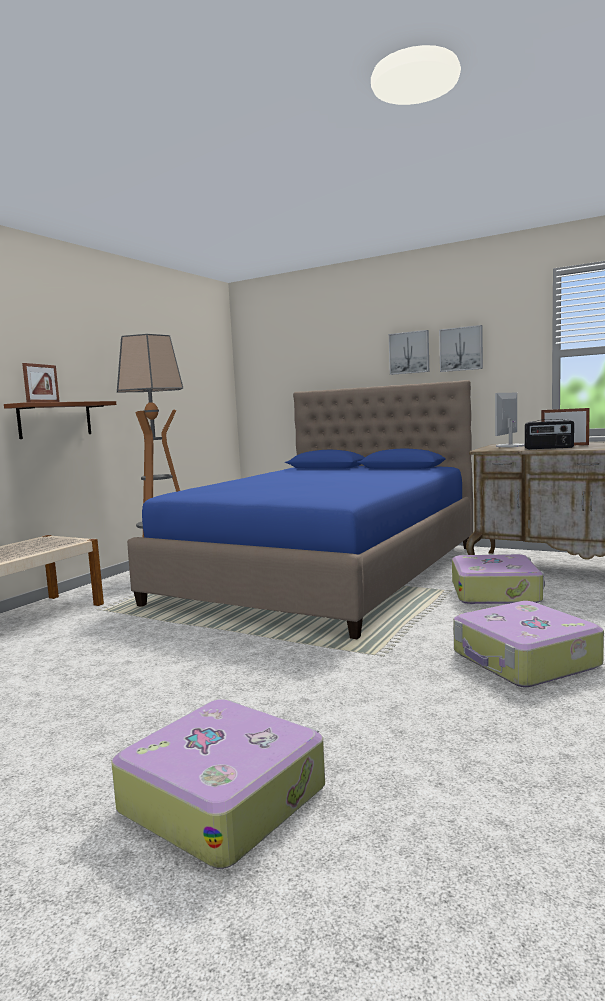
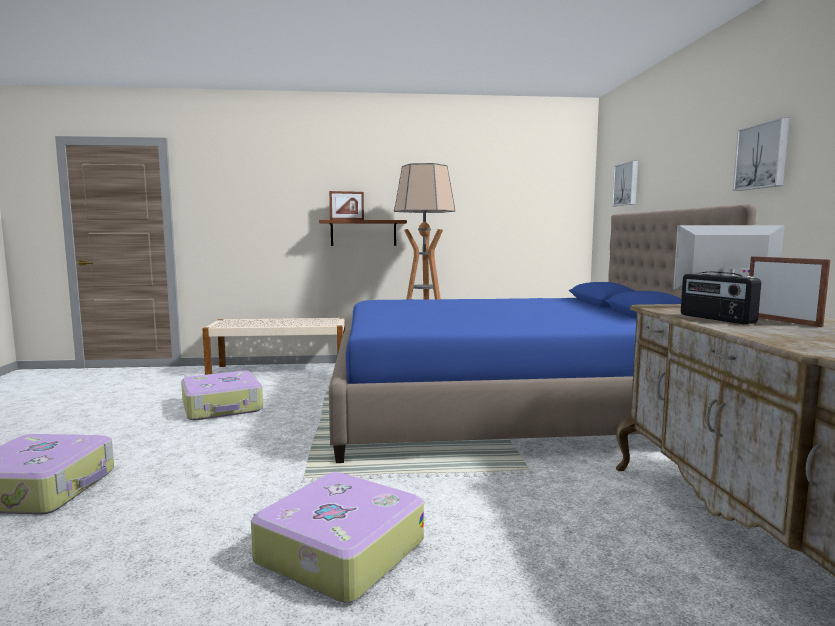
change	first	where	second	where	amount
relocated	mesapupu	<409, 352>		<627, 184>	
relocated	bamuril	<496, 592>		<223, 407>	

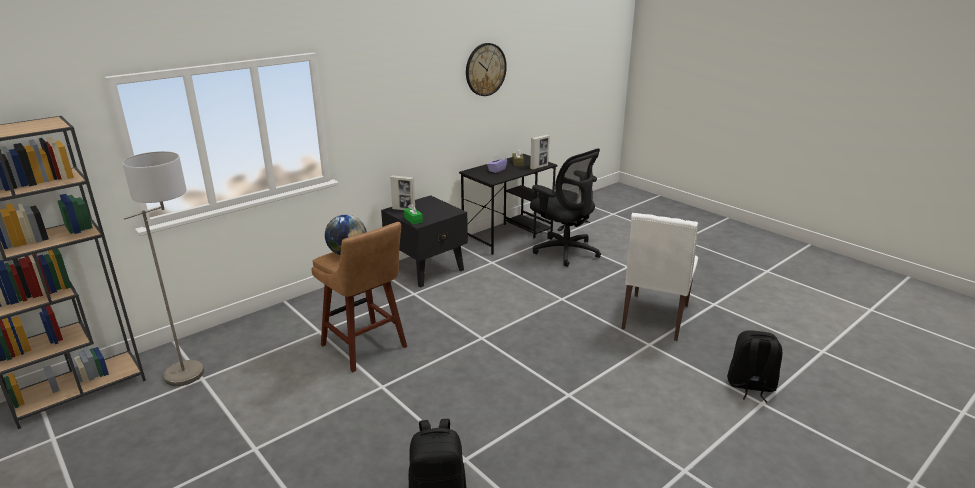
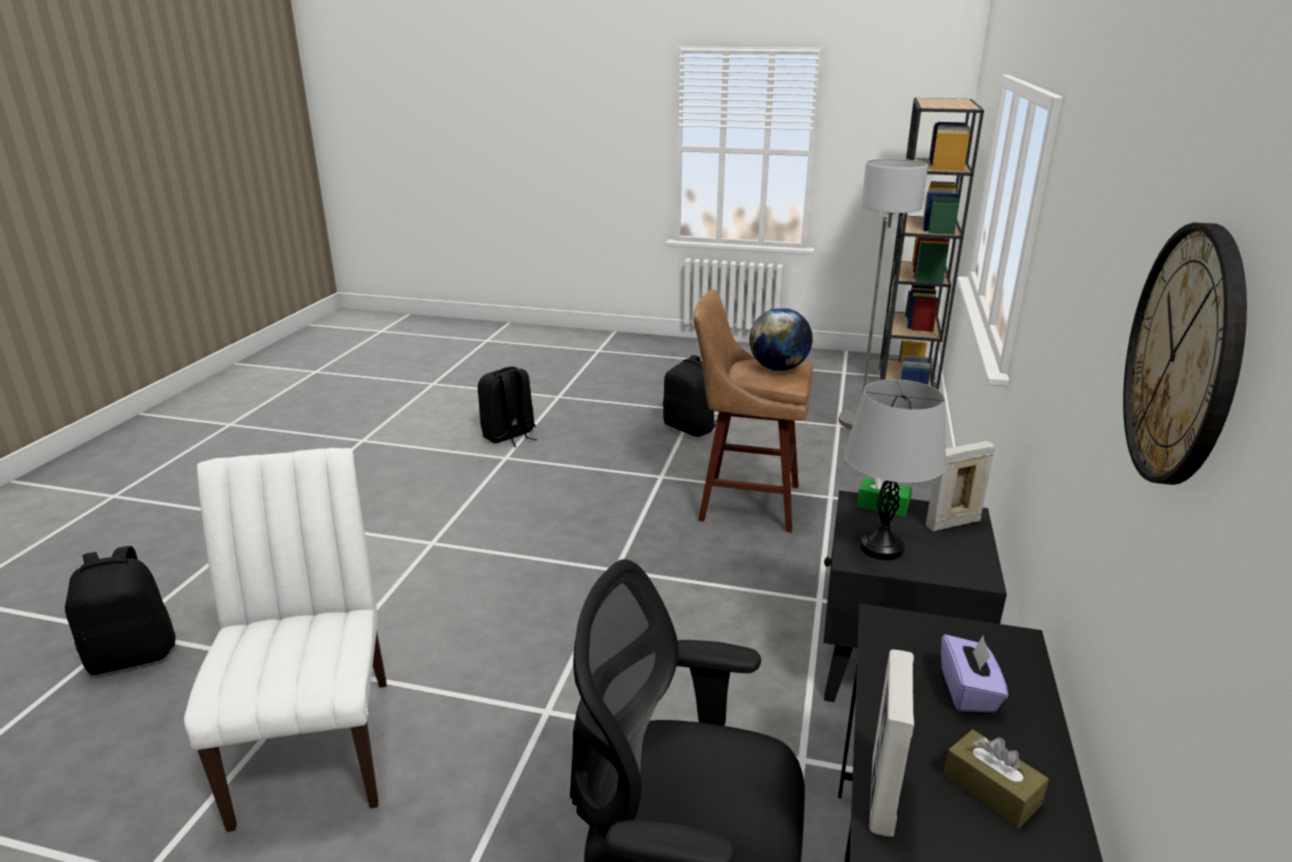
change	first	where	second	where	amount
appeared			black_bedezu	<690, 428>	
appeared			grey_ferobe	<881, 548>	

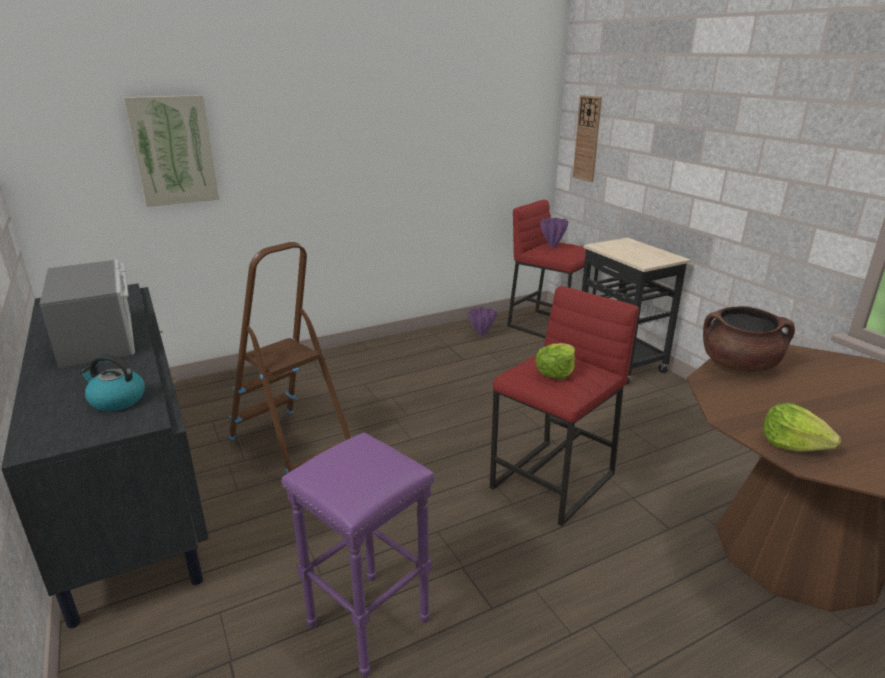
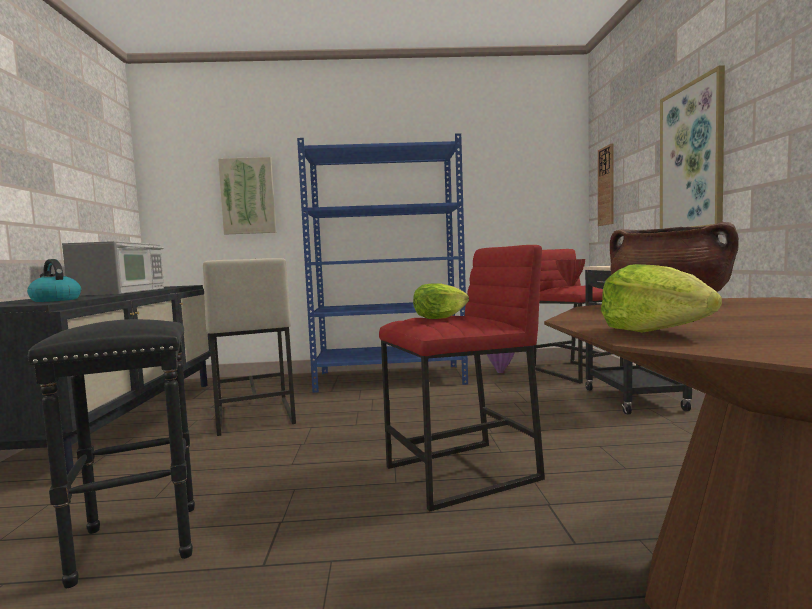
change	first	where	second	where	amount
exchanged	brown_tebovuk	<290, 446>	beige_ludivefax	<254, 416>	
colour	purple_ludivefax	<368, 619>	black_ludivefax	<140, 540>	
colour	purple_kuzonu	<552, 246>	red_kuzonu	<571, 285>	
appeared			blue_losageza	<390, 378>	
appeared			mesapupu	<692, 158>	

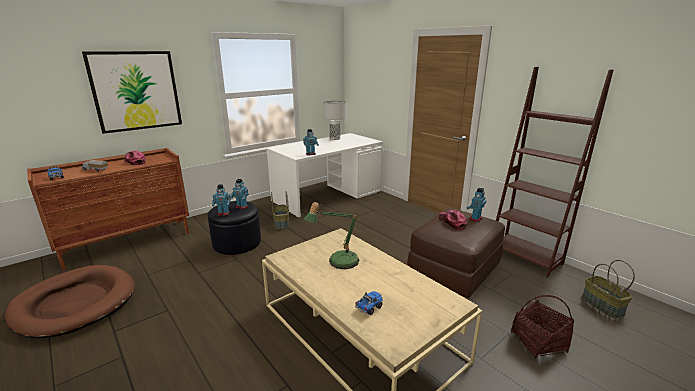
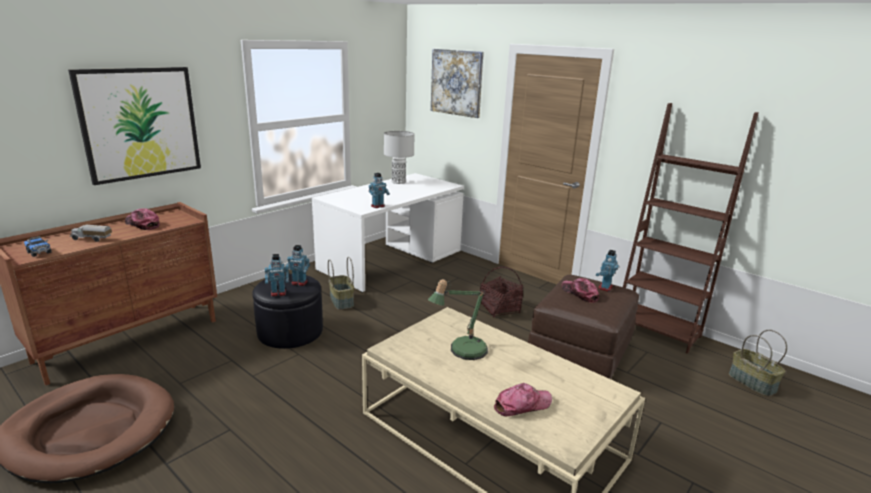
change	first	where	second	where	amount
exchanged	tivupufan	<369, 308>	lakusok	<522, 405>	
relocated	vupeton	<538, 342>		<499, 309>	
appeared			mesapupu	<456, 82>	

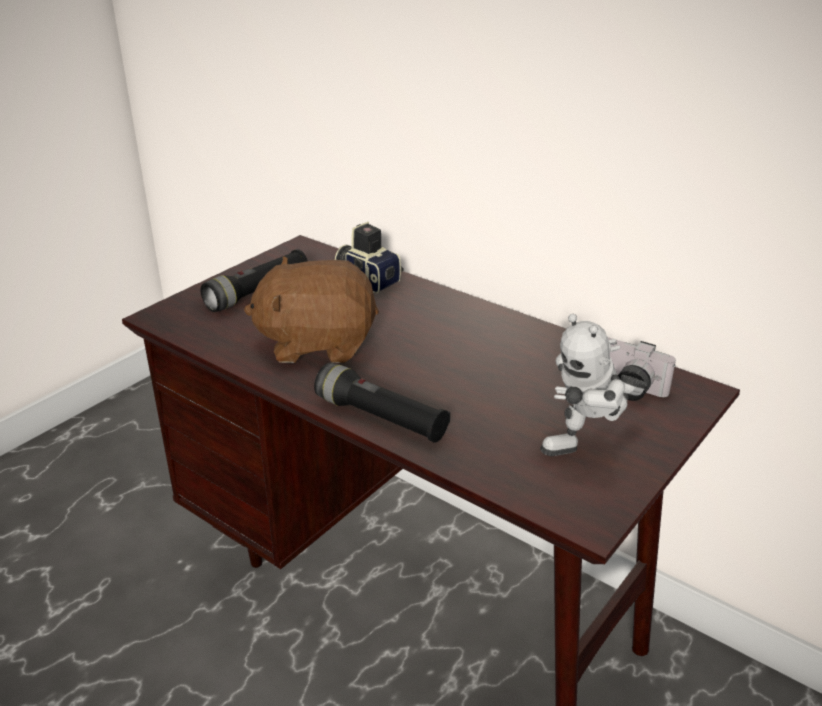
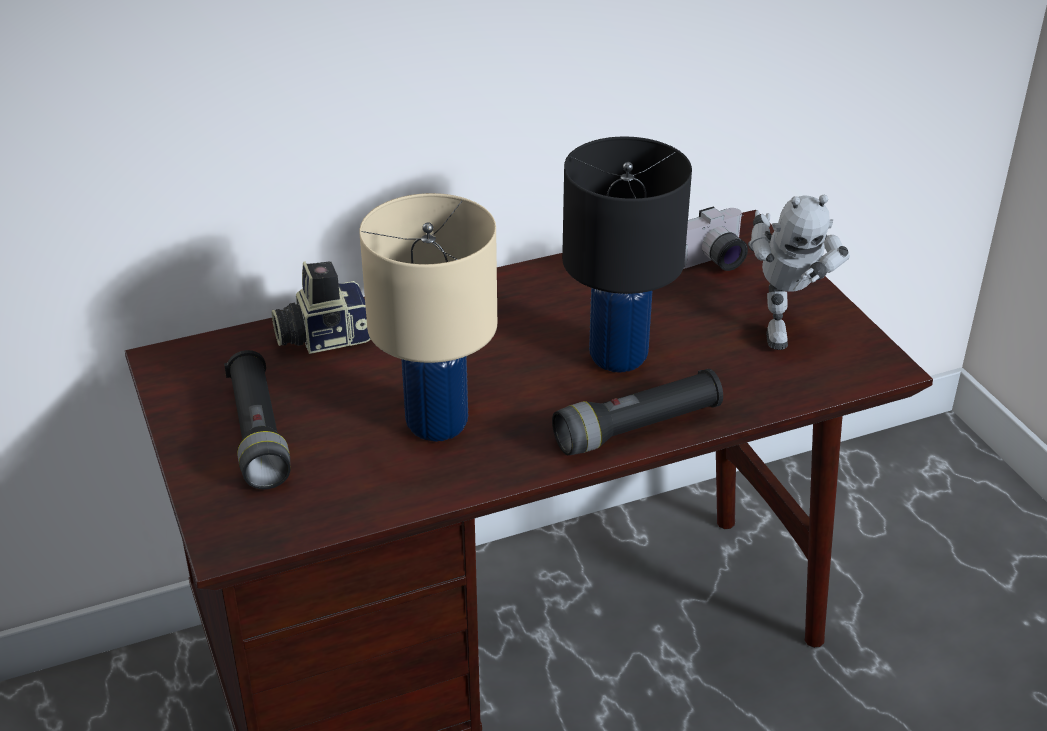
change	first	where	second	where	amount
exchanged	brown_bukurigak	<317, 343>	beige_ferobe	<440, 424>	
appeared			black_ferobe	<616, 359>	

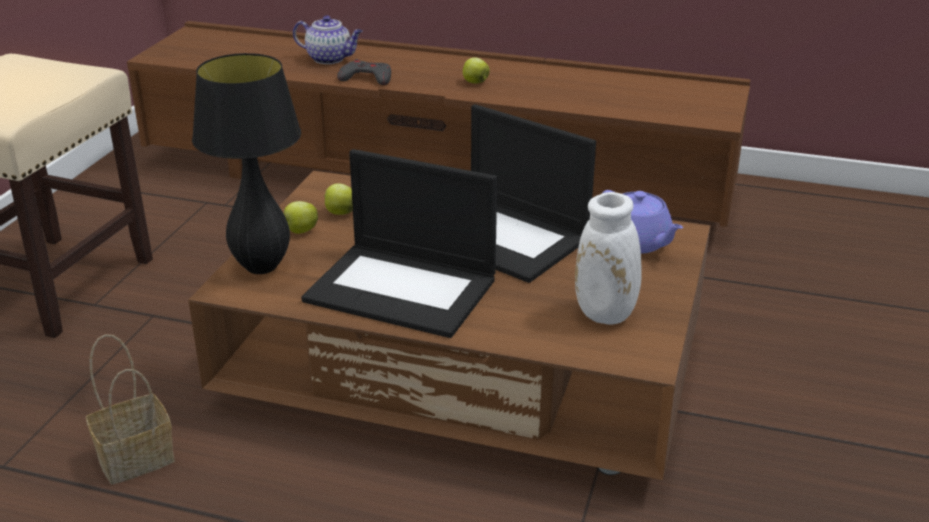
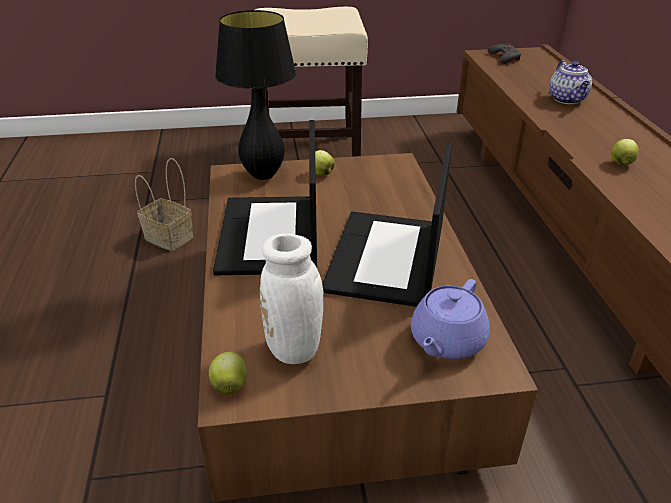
change	first	where	second	where	amount
relocated	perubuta	<340, 213>		<229, 385>	
relocated	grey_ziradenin	<366, 78>		<504, 57>	

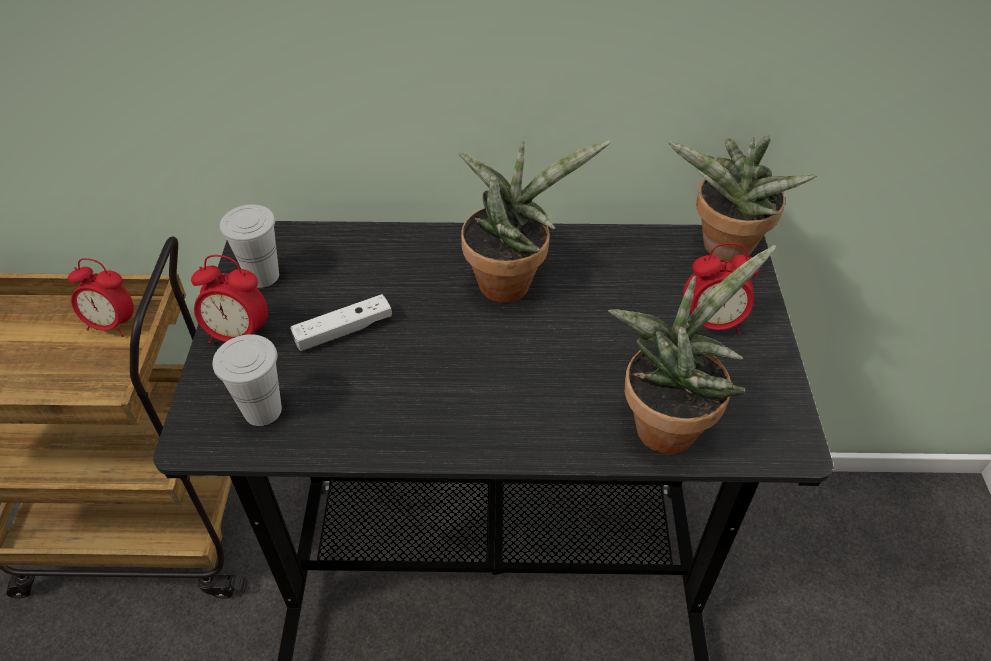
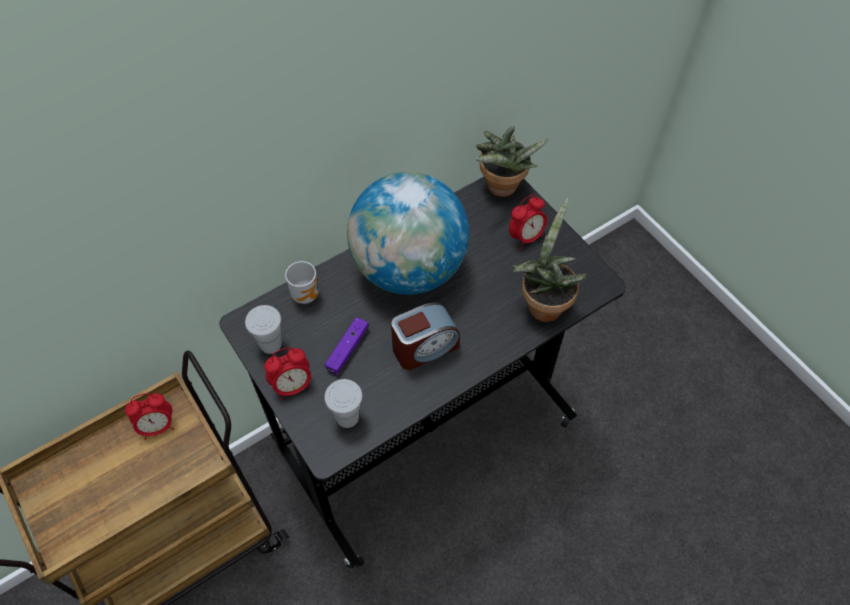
change	first	where	second	where	amount
colour	white_ziradenin	<343, 330>	purple_ziradenin	<347, 349>	
exchanged	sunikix	<510, 280>	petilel	<409, 268>	
appeared			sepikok	<307, 293>	
appeared			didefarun	<424, 347>	

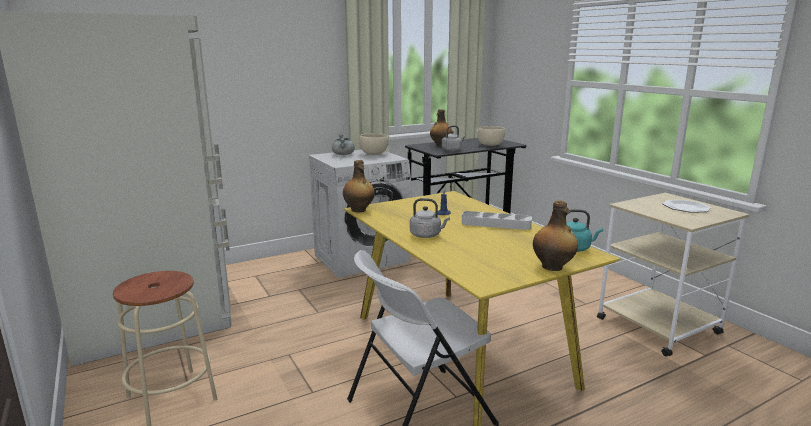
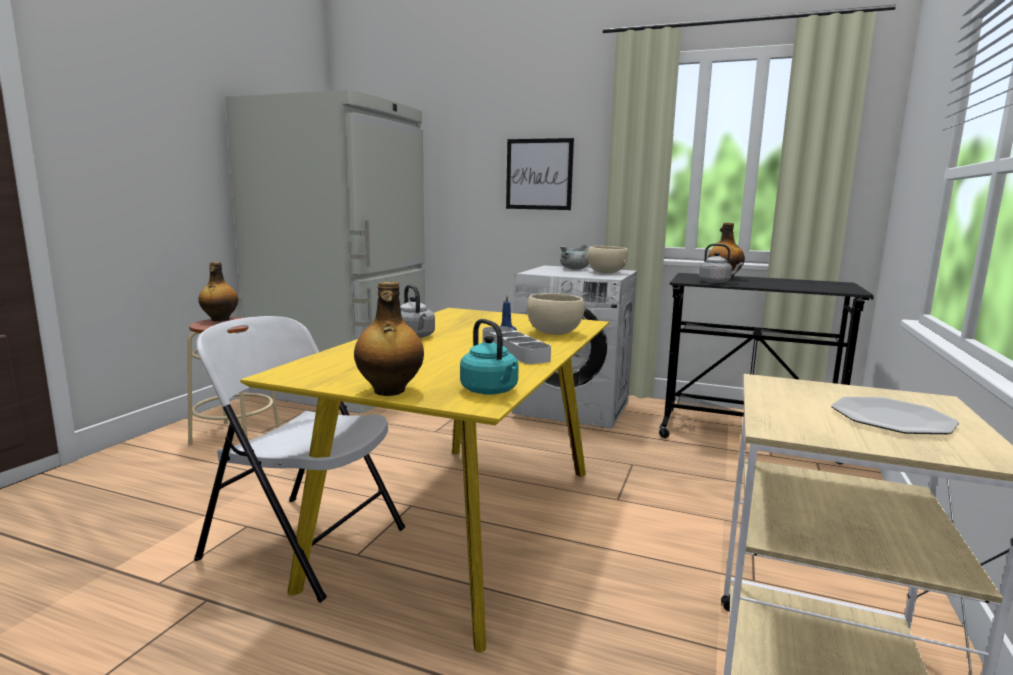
change	first	where	second	where	amount
relocated	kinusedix	<359, 210>		<219, 320>	
relocated	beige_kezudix	<490, 145>		<554, 333>	
appeared			mesapupu	<539, 174>	

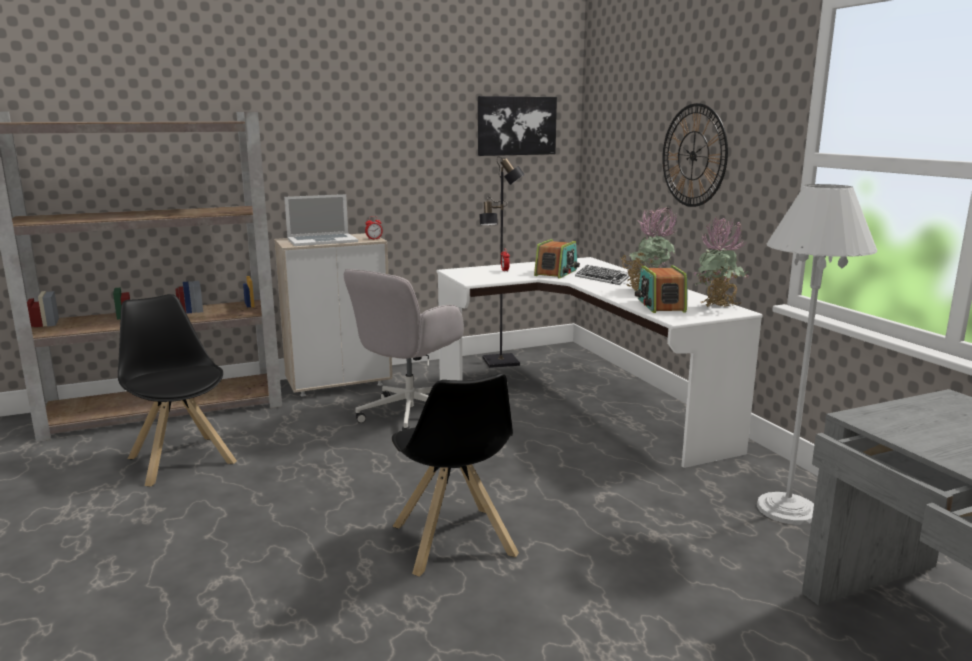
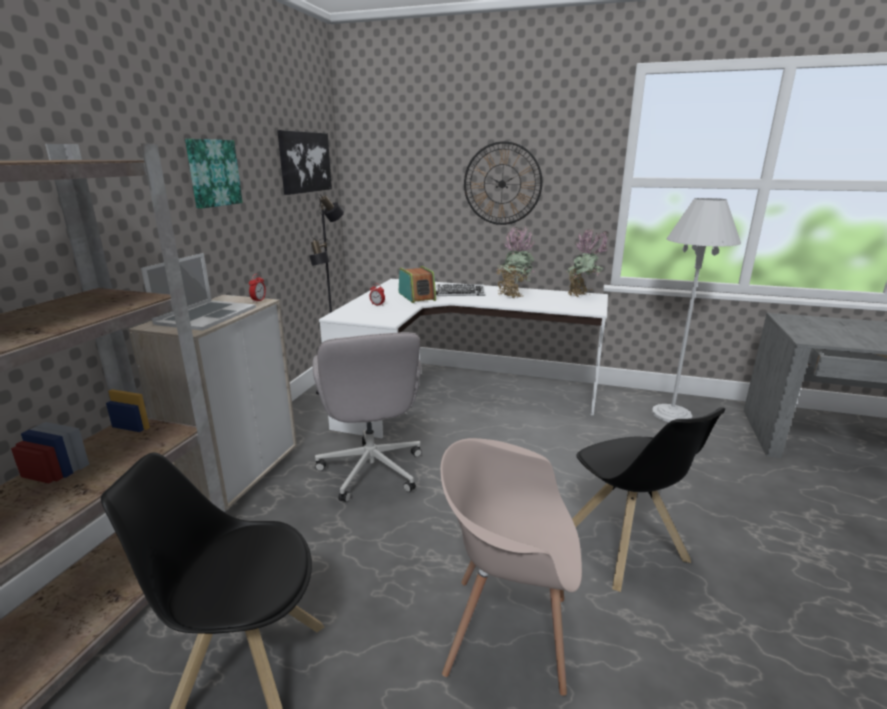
change	first	where	second	where	amount
spun	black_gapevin	<454, 542>		<625, 549>	45 degrees clockwise
missing	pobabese	<660, 305>			
appeared			mesapupu	<213, 173>	
appeared			beige_gapevin	<505, 633>	

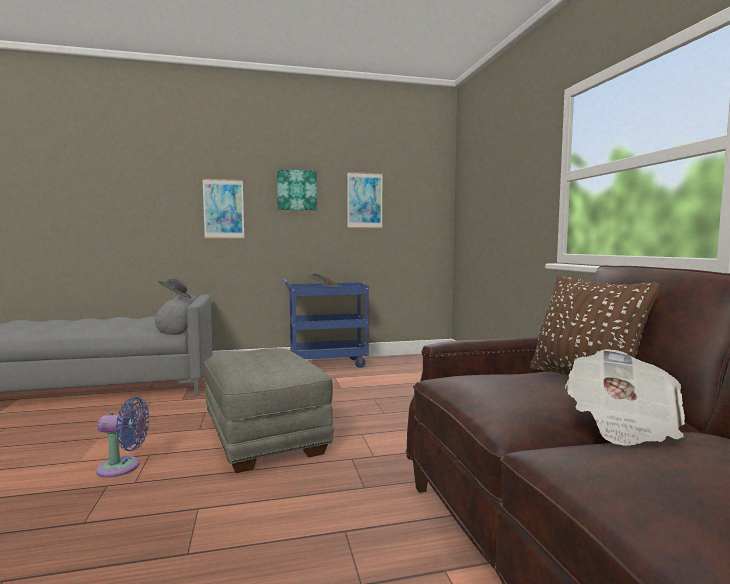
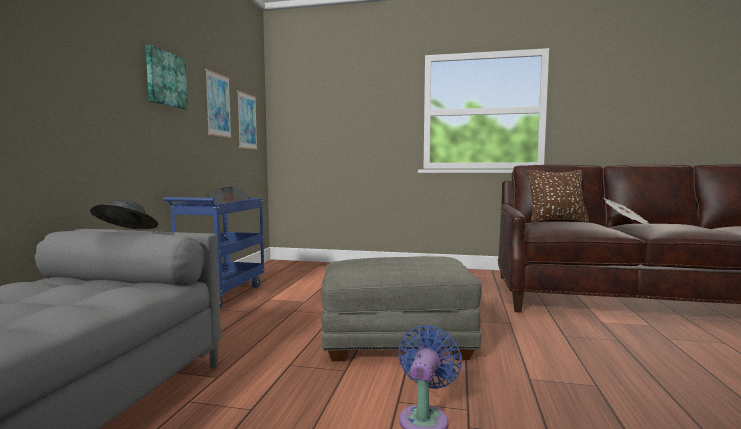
change	first	where	second	where	amount
relocated	mesapupu	<223, 209>		<247, 121>	

